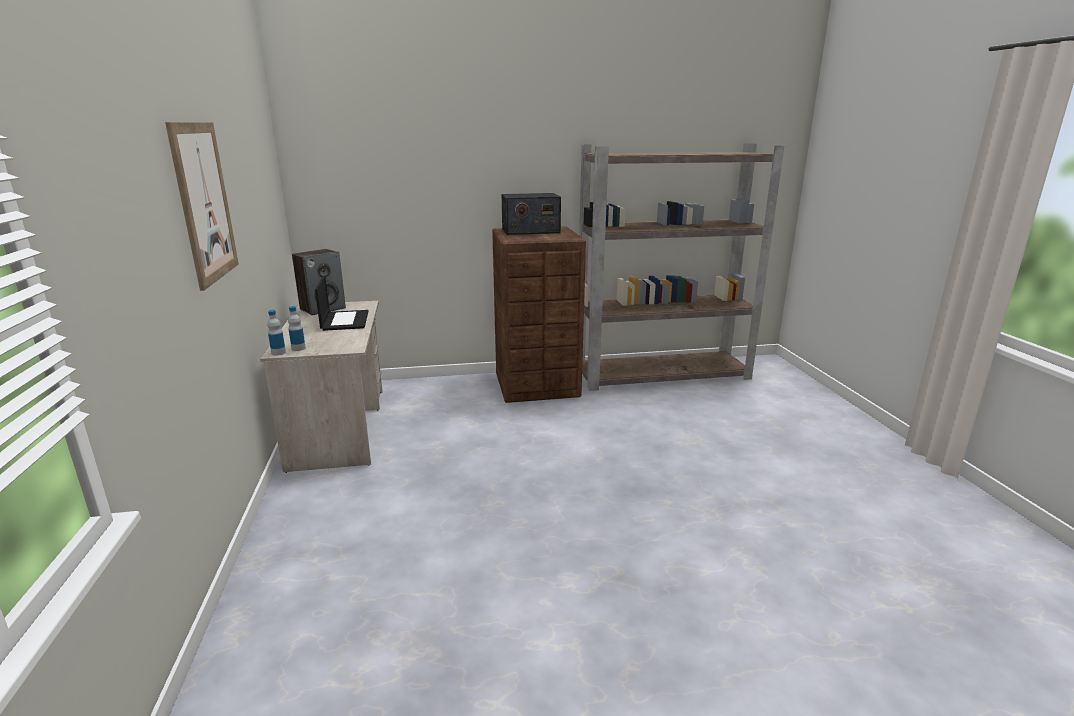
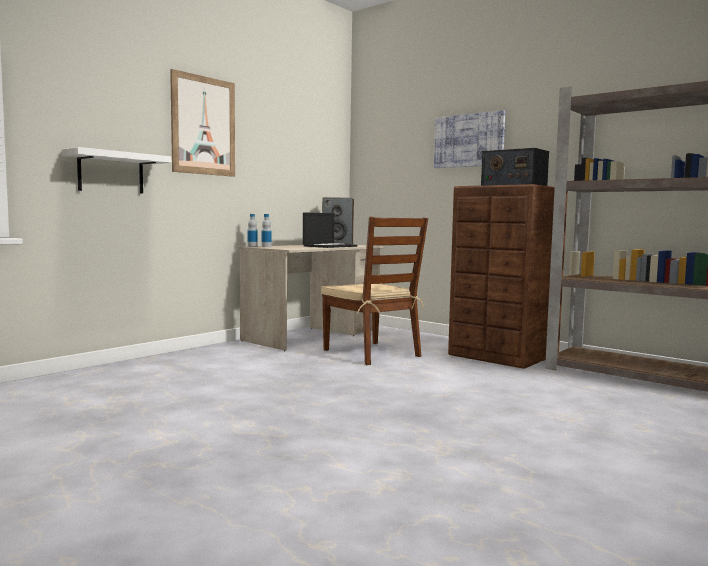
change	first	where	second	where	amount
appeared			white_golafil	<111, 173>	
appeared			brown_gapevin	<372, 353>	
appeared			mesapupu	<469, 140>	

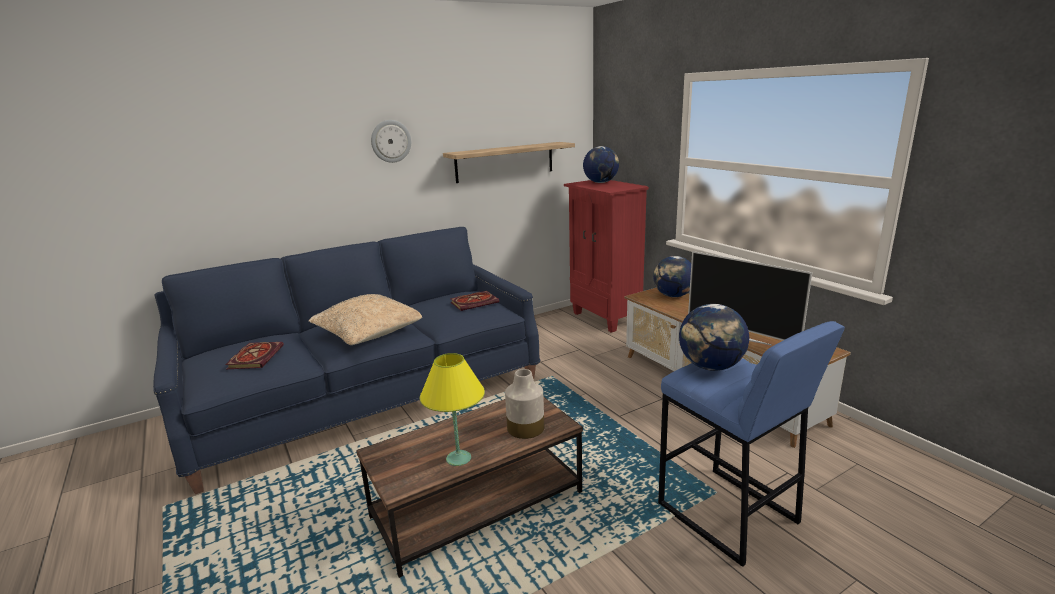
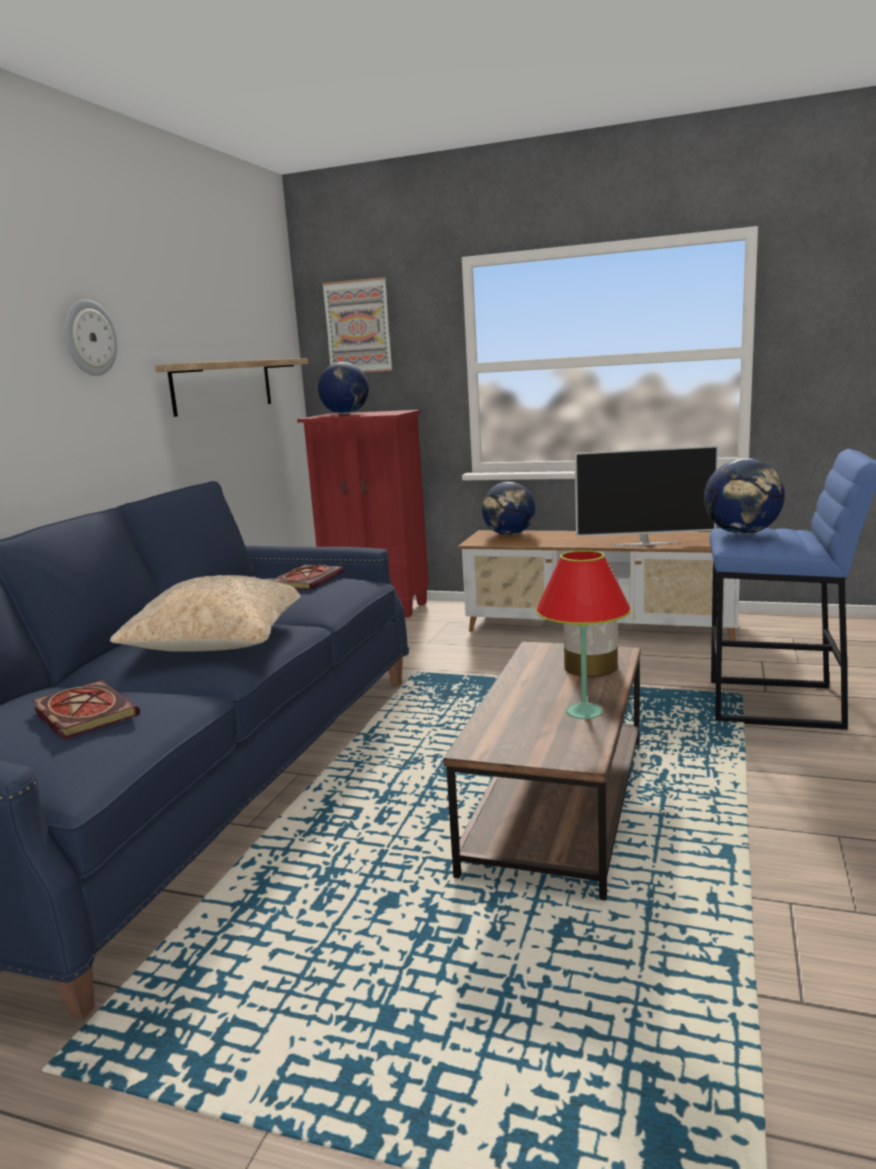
change	first	where	second	where	amount
colour	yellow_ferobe	<459, 458>	red_ferobe	<584, 711>	
appeared			mesapupu	<358, 327>	

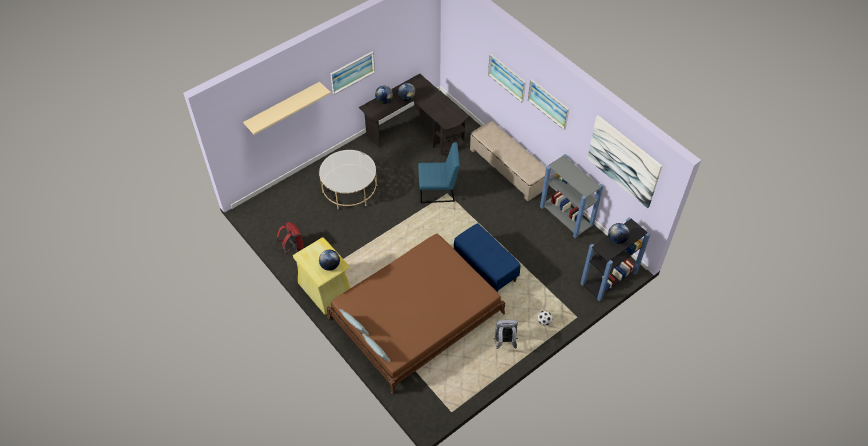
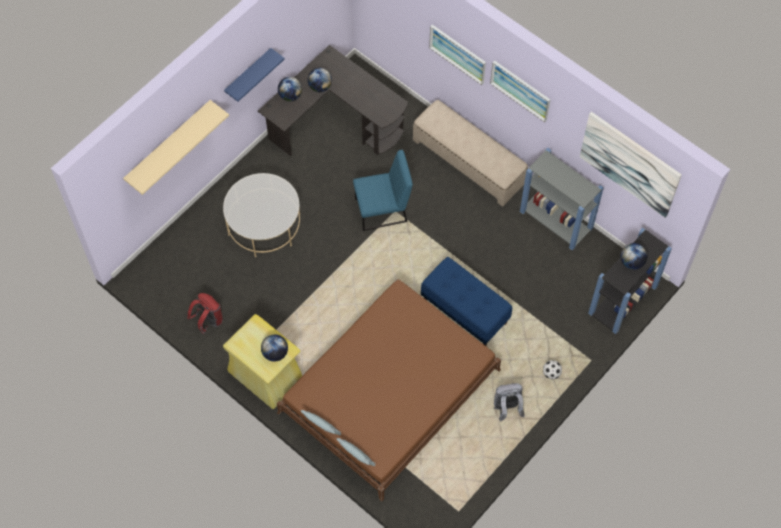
change	first	where	second	where	amount
exchanged	mesapupu	<352, 72>	blue_golafil	<248, 74>	

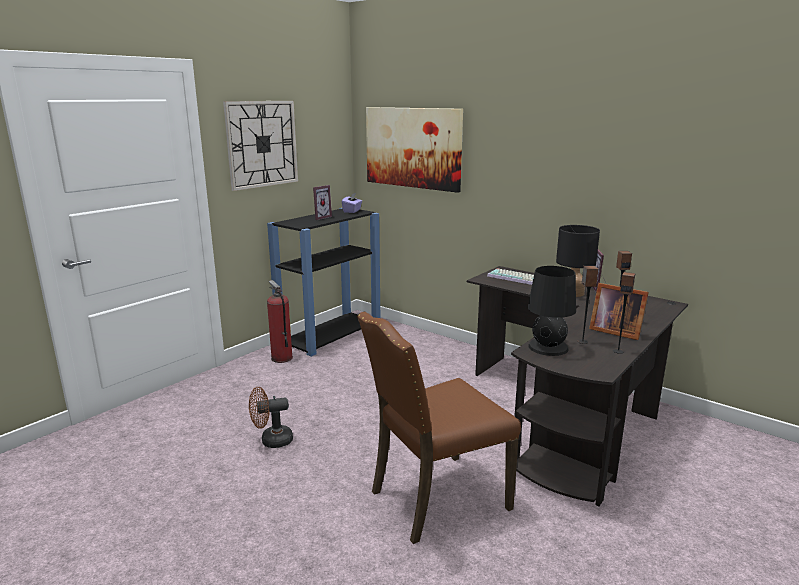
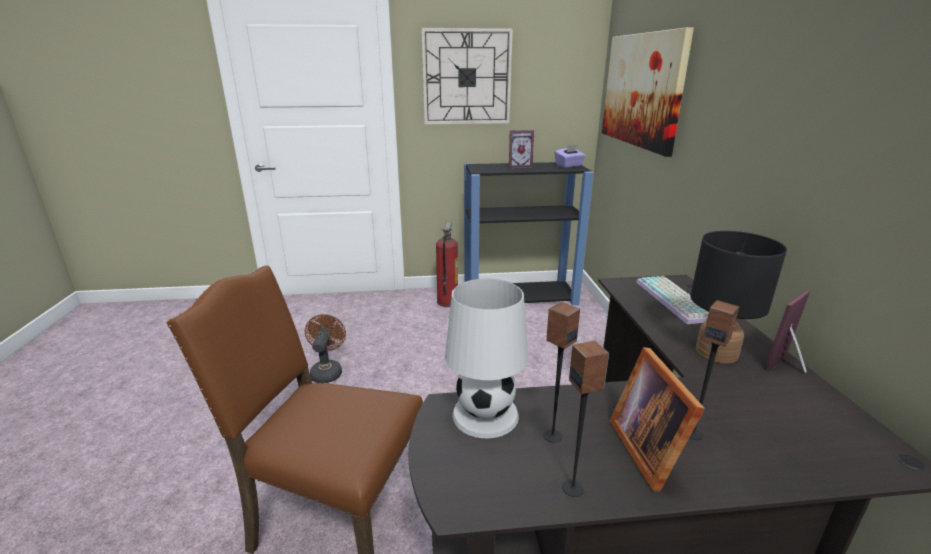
change	first	where	second	where	amount
spun	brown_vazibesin	<271, 441>		<327, 371>	60 degrees clockwise
colour	black_ferobe	<547, 347>	white_ferobe	<484, 414>	

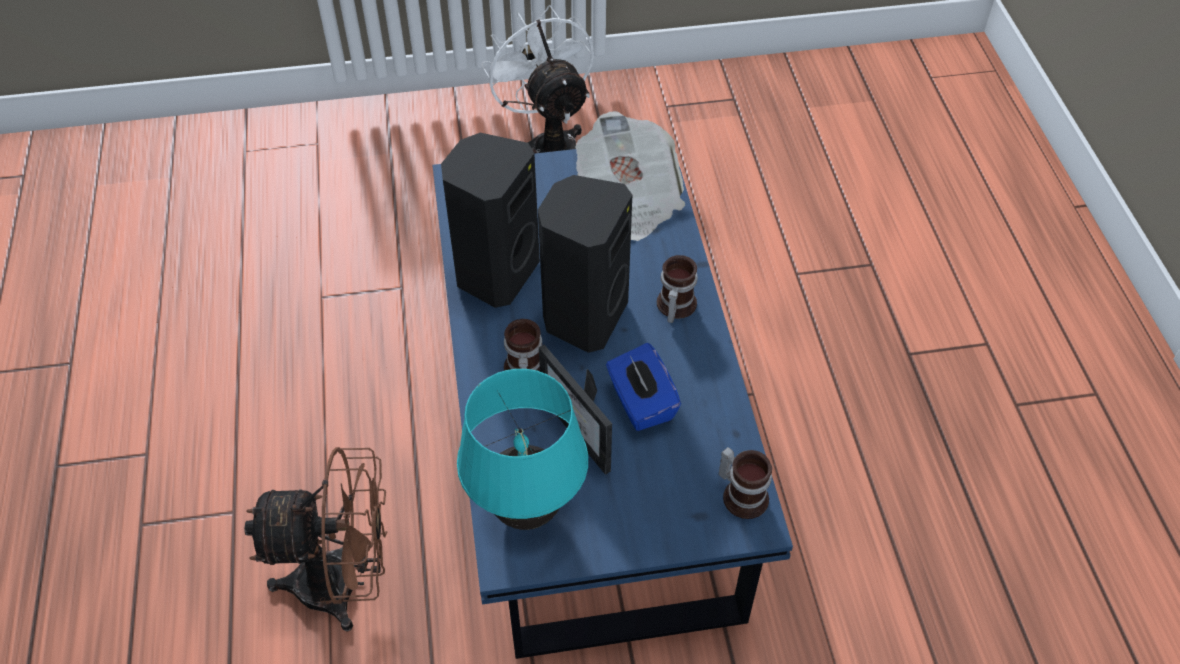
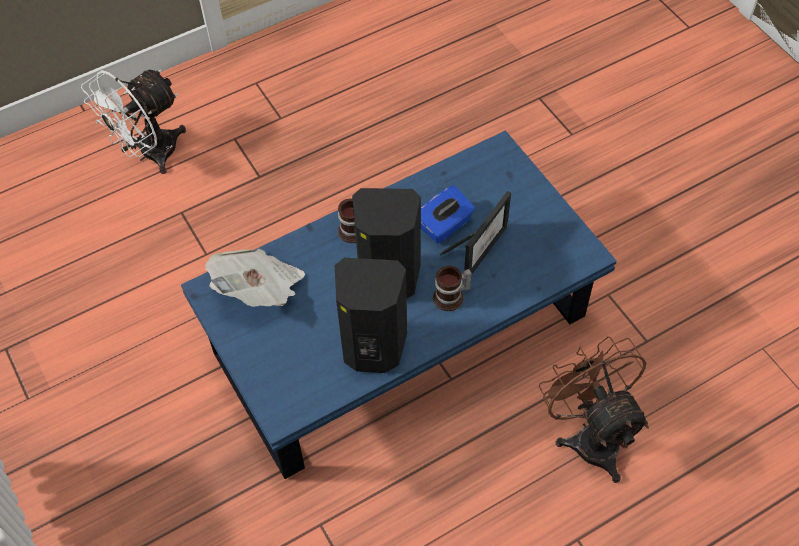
change	first	where	second	where	amount
missing	turquoise_ferobe	<527, 511>			
relocated	white_vazibesin	<549, 145>		<149, 154>	
missing	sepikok	<743, 494>			

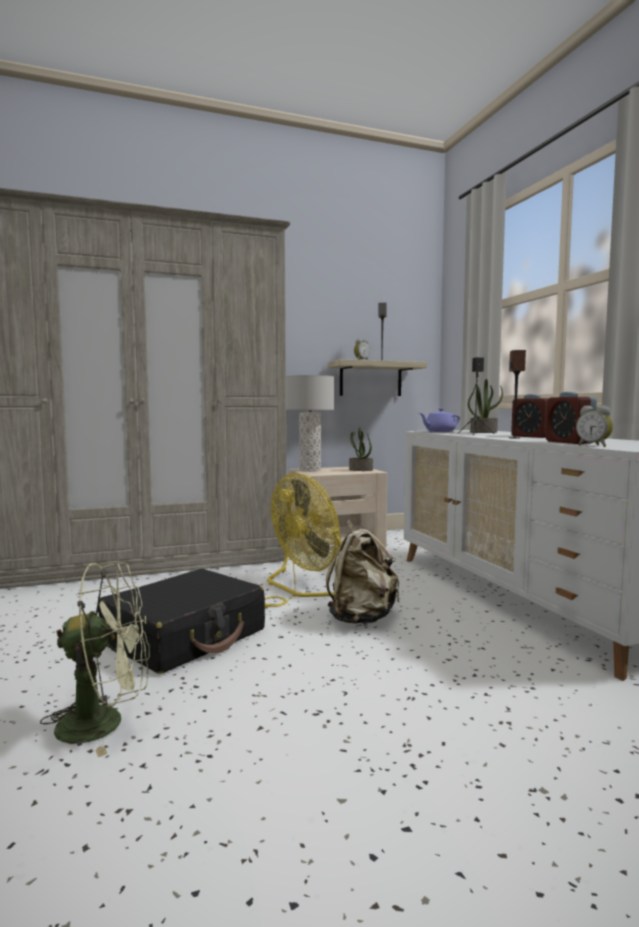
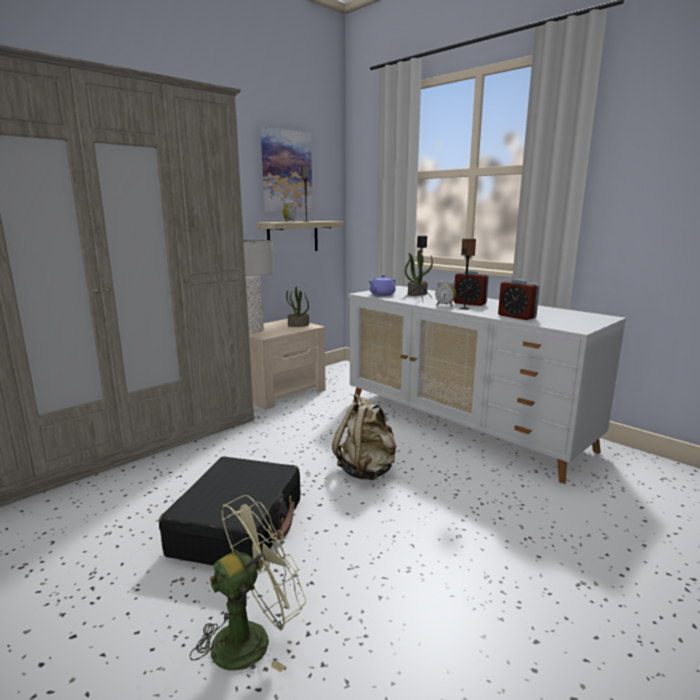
change	first	where	second	where	amount
missing	yellow_vazibesin	<297, 588>			
relocated	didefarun	<594, 446>		<445, 305>	
appeared			mesapupu	<286, 171>	

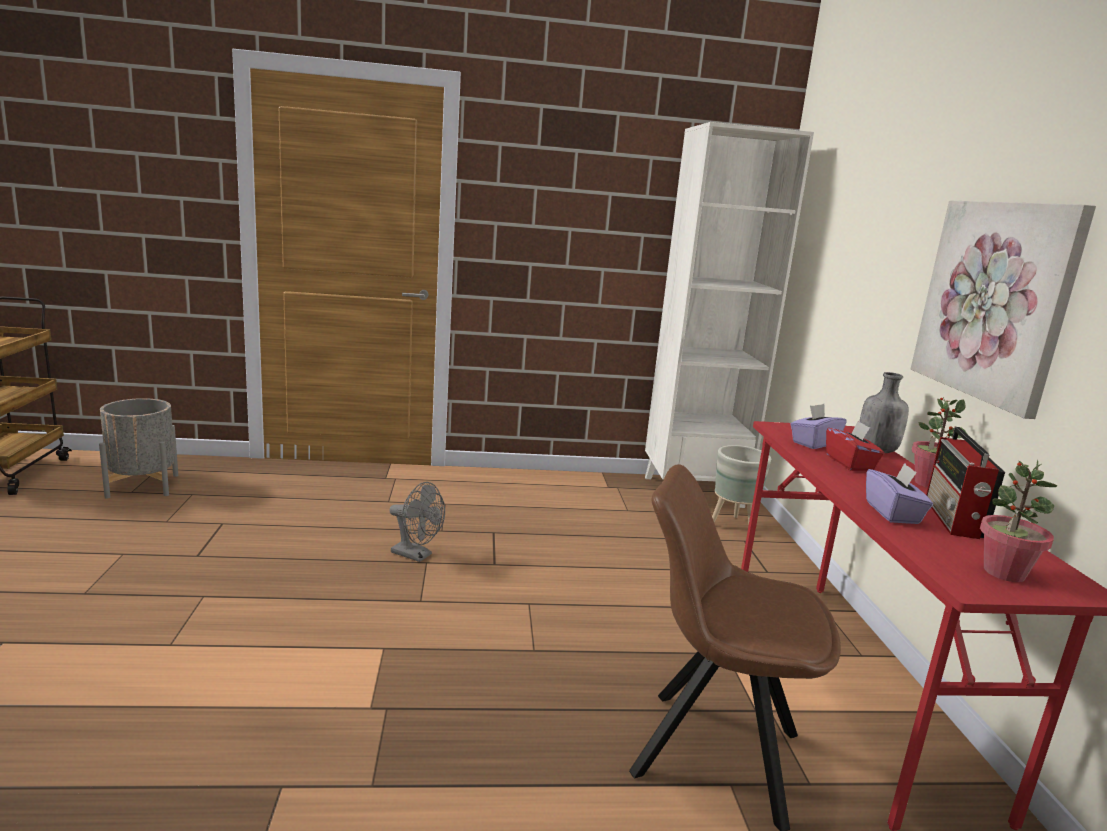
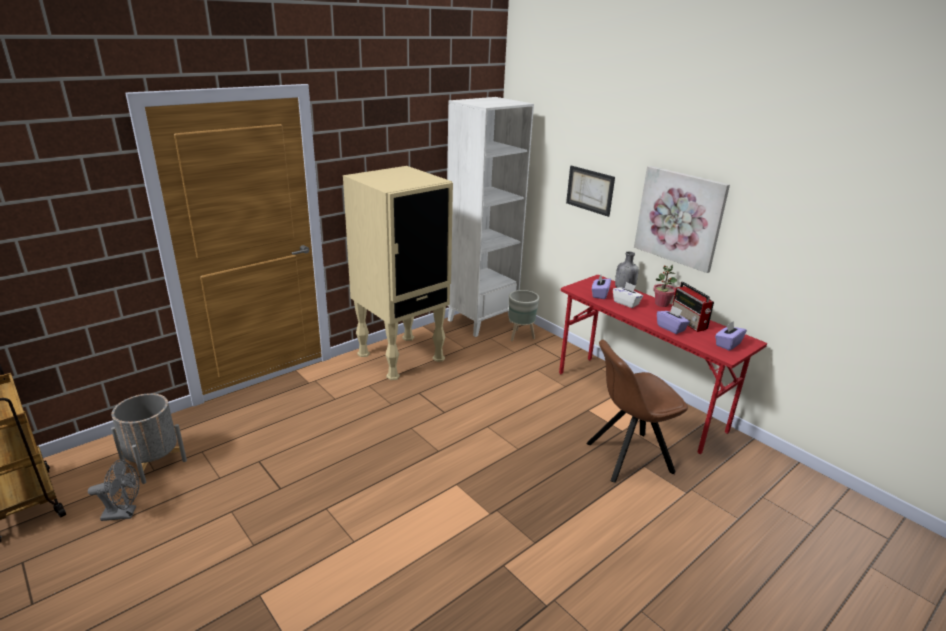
change	first	where	second	where	amount
relocated	grey_vazibesin	<416, 555>		<124, 513>	
colour	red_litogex	<850, 463>	white_litogex	<626, 303>	
exchanged	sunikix	<1003, 573>	purple_litogex	<727, 344>	
appeared			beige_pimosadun	<402, 356>	
appeared			mesapupu	<590, 190>	

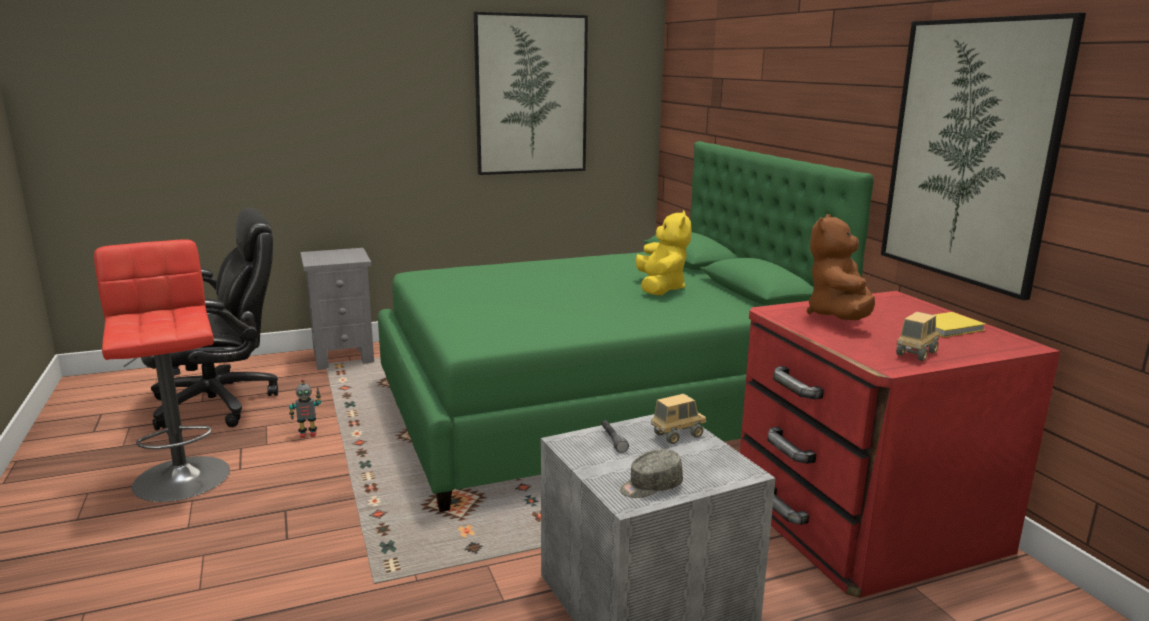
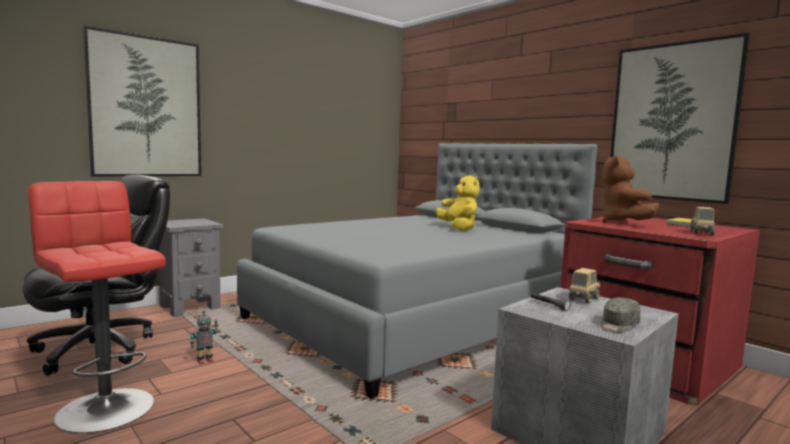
change	first	where	second	where	amount
colour	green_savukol	<596, 406>	grey_savukol	<415, 319>	
relocated	mesapupu	<531, 95>		<146, 107>	

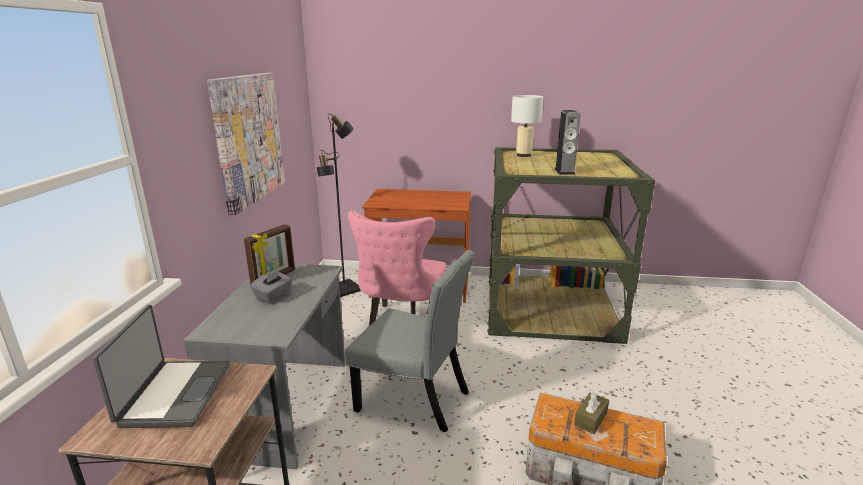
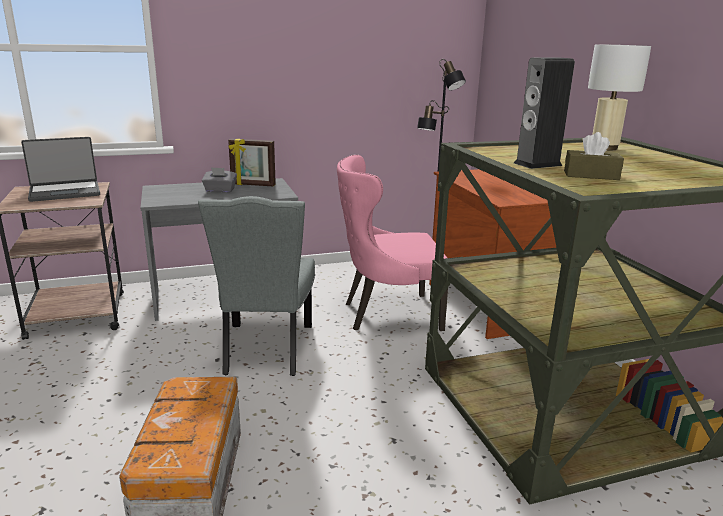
change	first	where	second	where	amount
missing	mesapupu	<248, 139>			
relocated	brown_litogex	<590, 419>		<591, 175>	

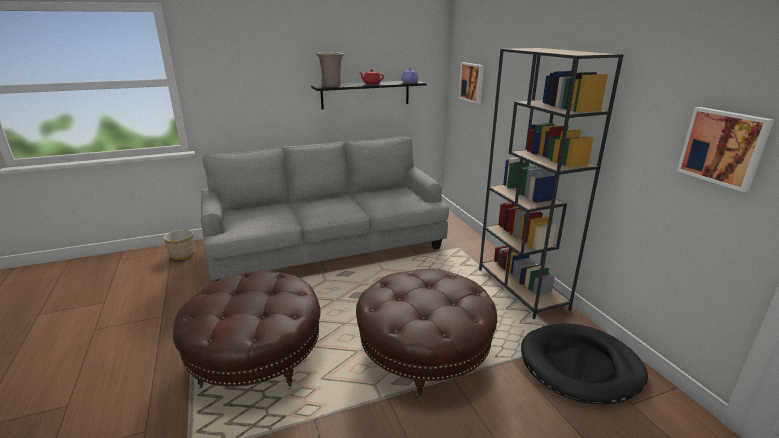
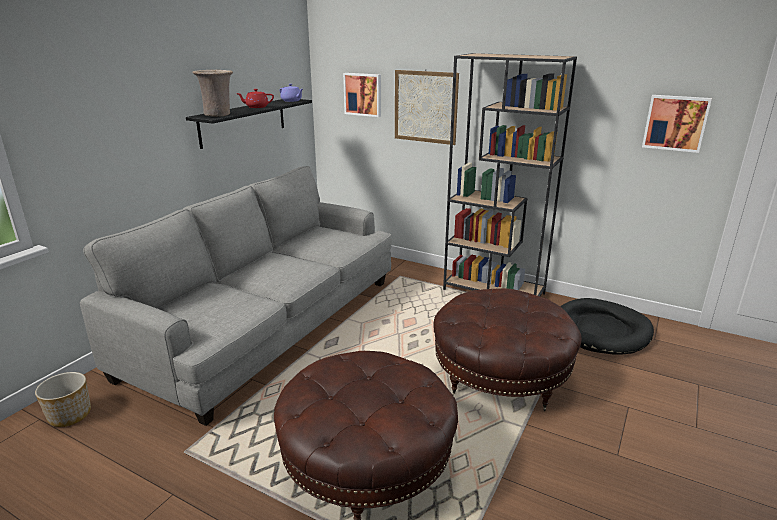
change	first	where	second	where	amount
appeared			mesapupu	<425, 106>	

